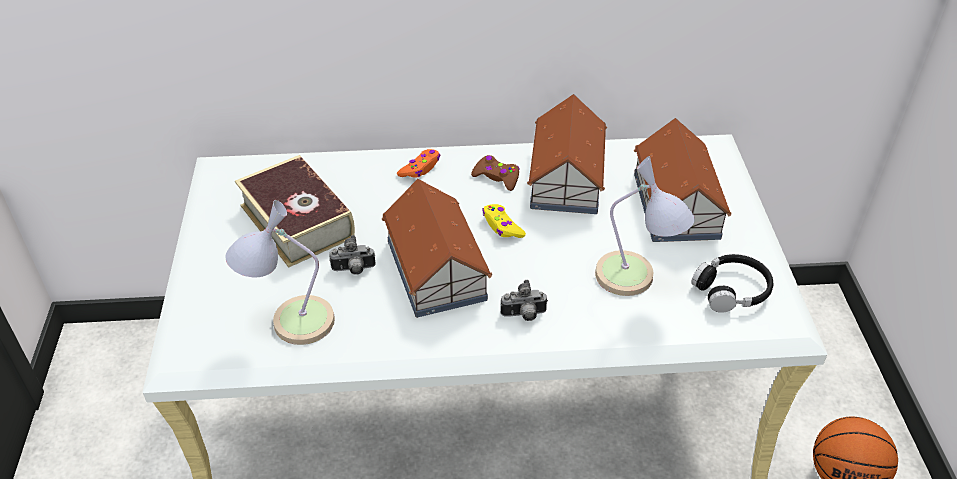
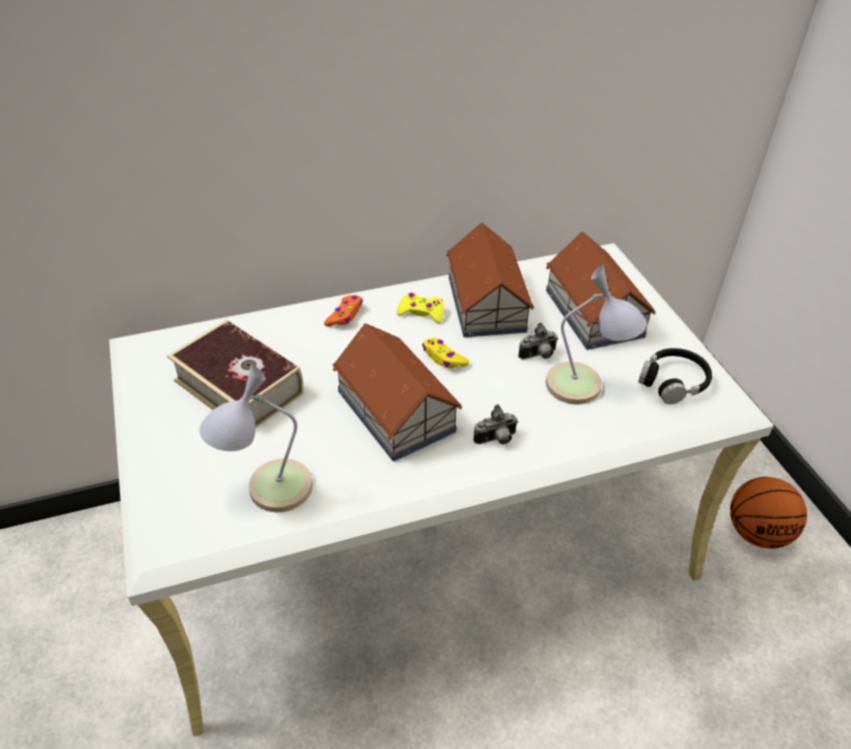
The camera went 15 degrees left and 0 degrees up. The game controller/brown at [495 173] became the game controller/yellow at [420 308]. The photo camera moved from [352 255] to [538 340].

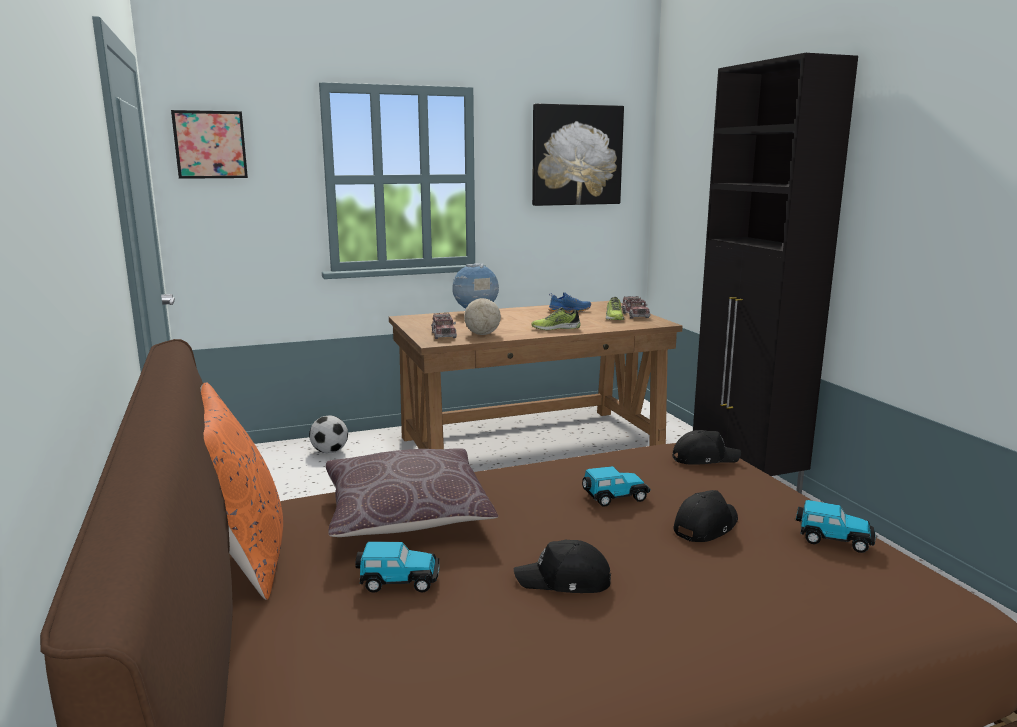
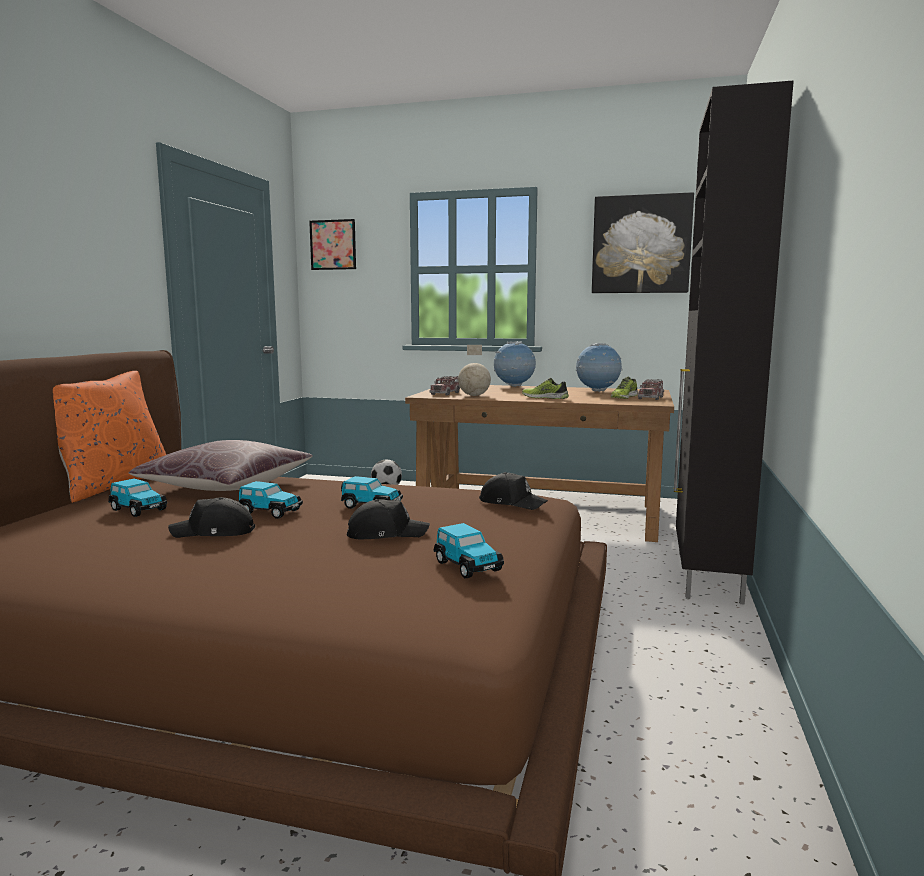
The camera went 35 degrees right and 5 degrees down. The cap/black at [562 566] turned 45 degrees counterclockwise. The toy car at [271 500] appeared. The shoe/blue at [569 302] was replaced by the globe at [599 367].

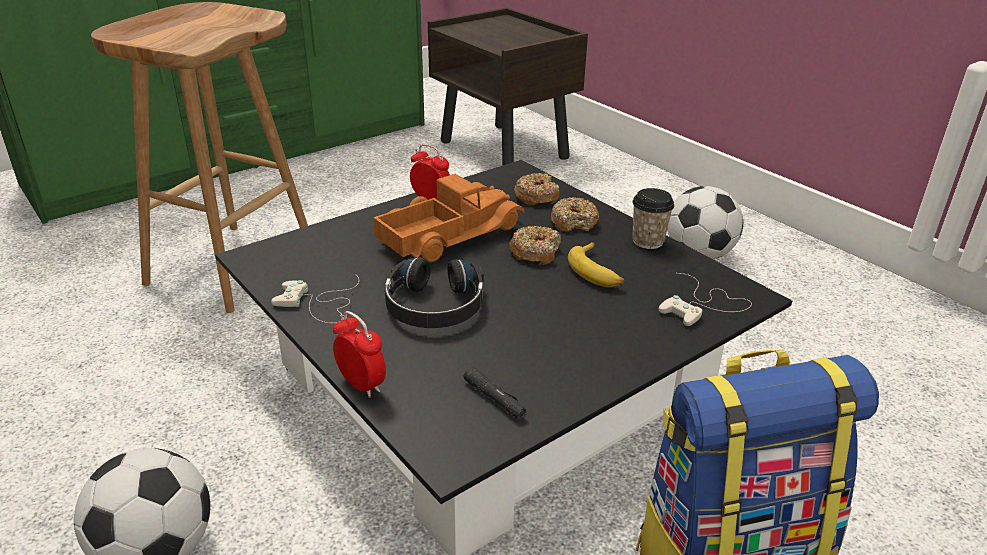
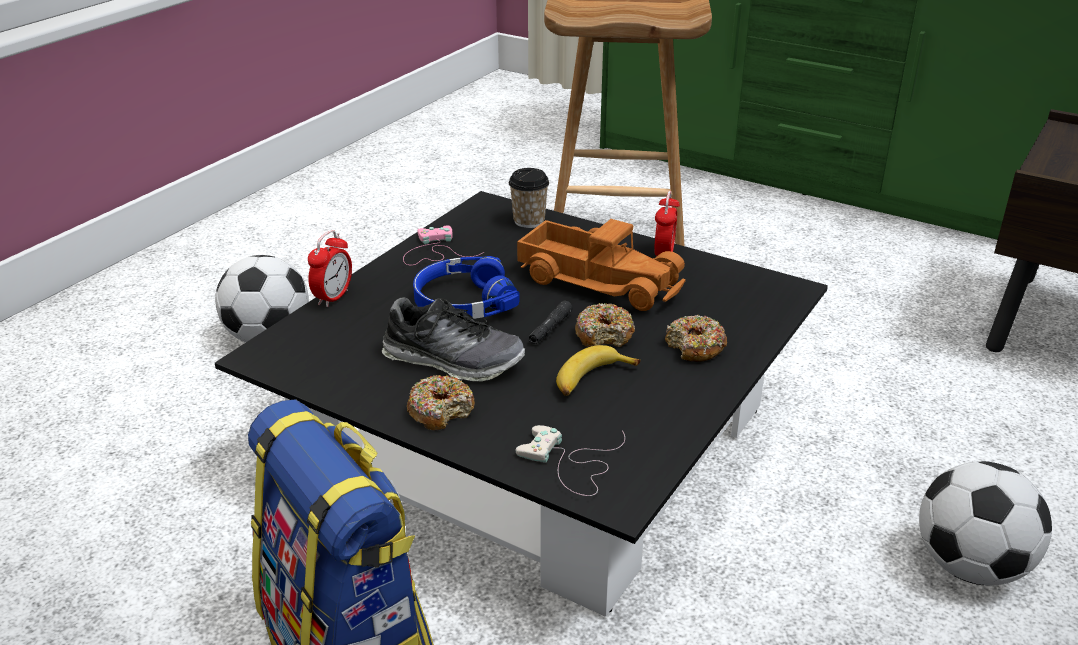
The camera went 70 degrees right and 0 degrees up. The shoe at [453 339] appeared. The game controller/white at [315 299] became the game controller/pink at [443 245]. The donut moved from [536 189] to [441 402]. The headphones/black at [434 293] became the headphones/blue at [466 287]. The cup moved from [653 218] to [529 198]. The flashlight/black moved from [494 393] to [551 322].

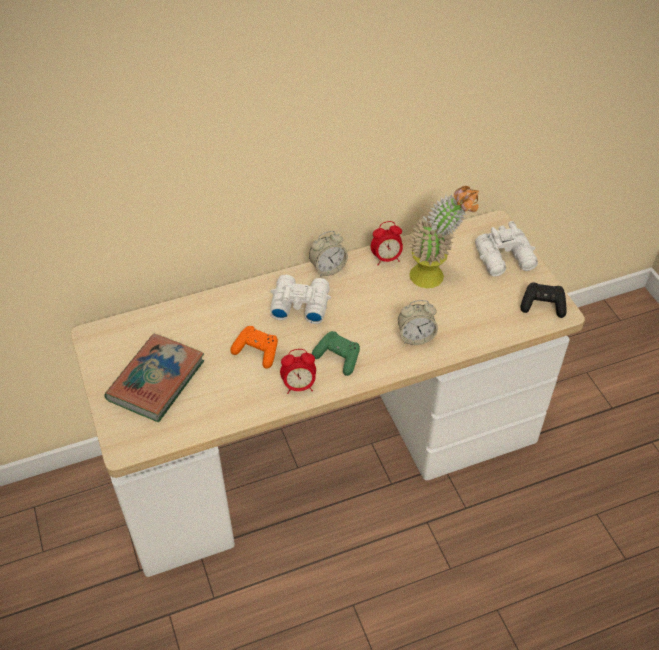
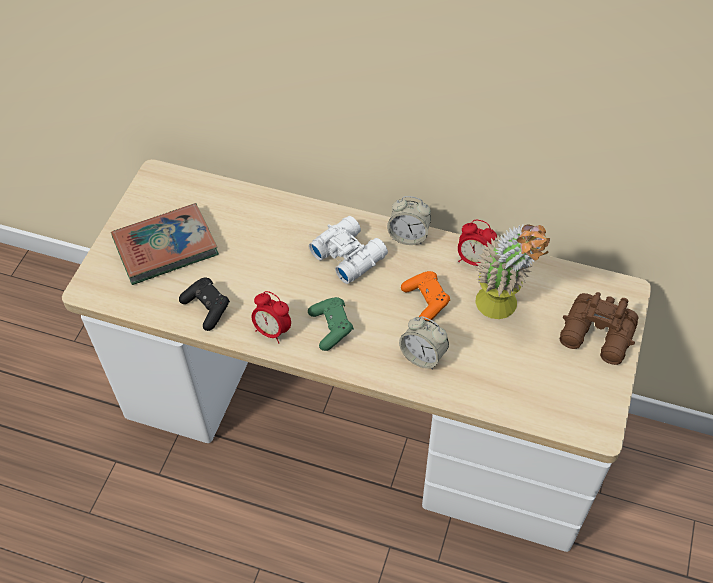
The camera went 40 degrees right and 5 degrees up. The game controller/black moved from [543 300] to [204 304]. The game controller/orange moved from [254 347] to [425 296]. The binoculars/white at [506 249] became the binoculars/brown at [599 328].

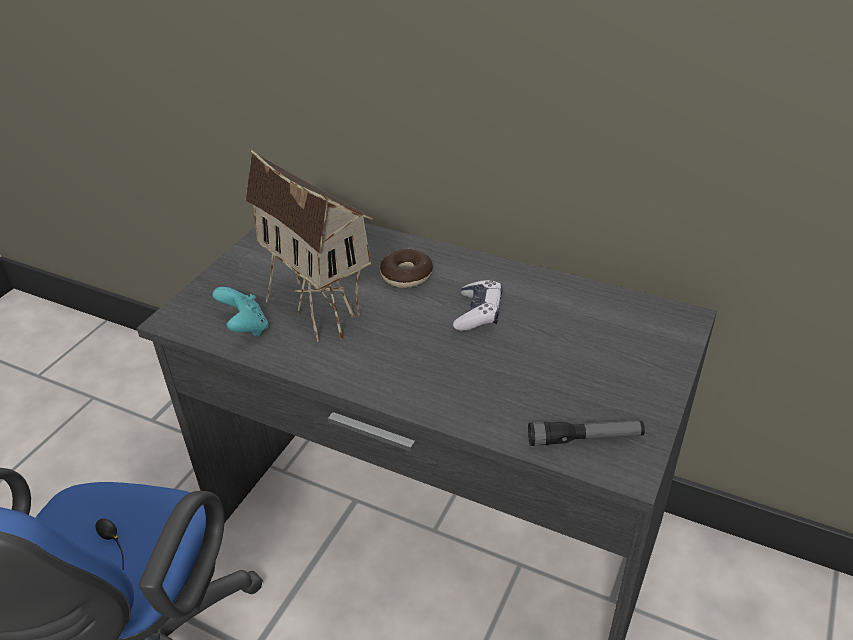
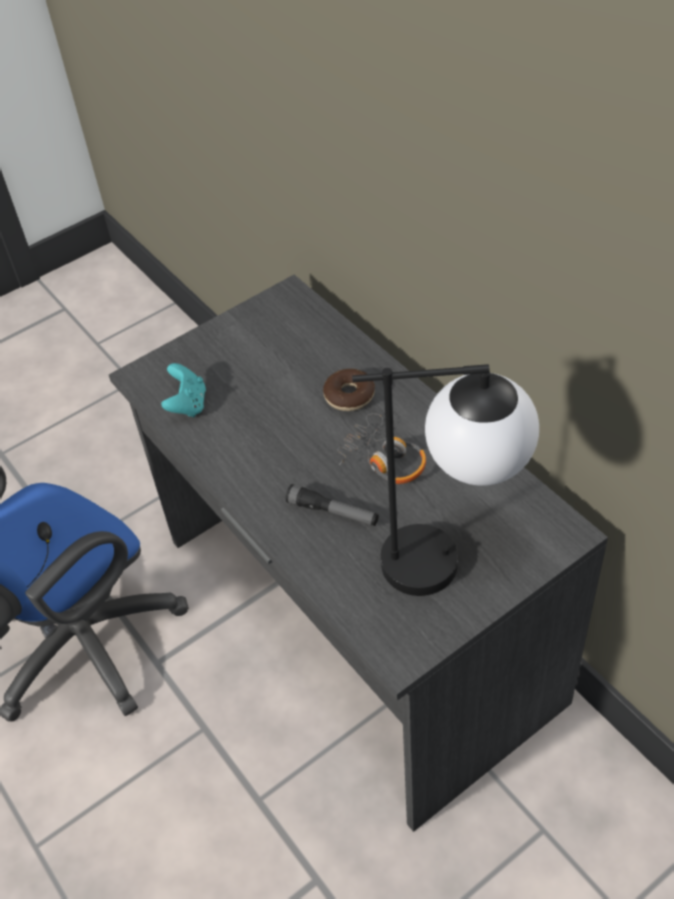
The camera went 30 degrees right and 10 degrees up. The flashlight moved from [586 433] to [332 505]. The game controller at [477 305] was replaced by the headphones at [382 448]. The table lamp at [445 480] appeared. The toy house at [309 245] disappeared.

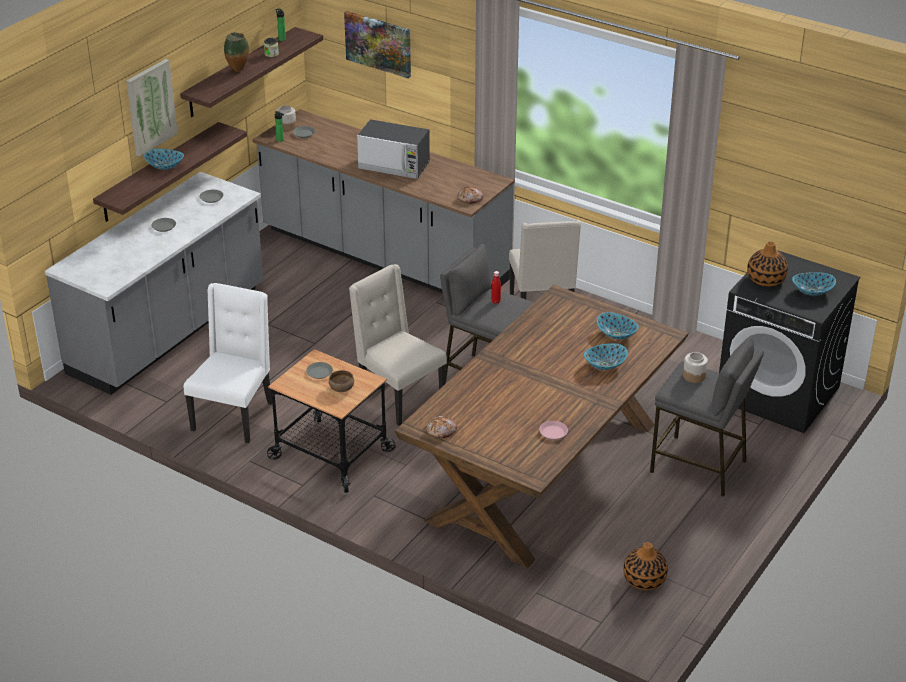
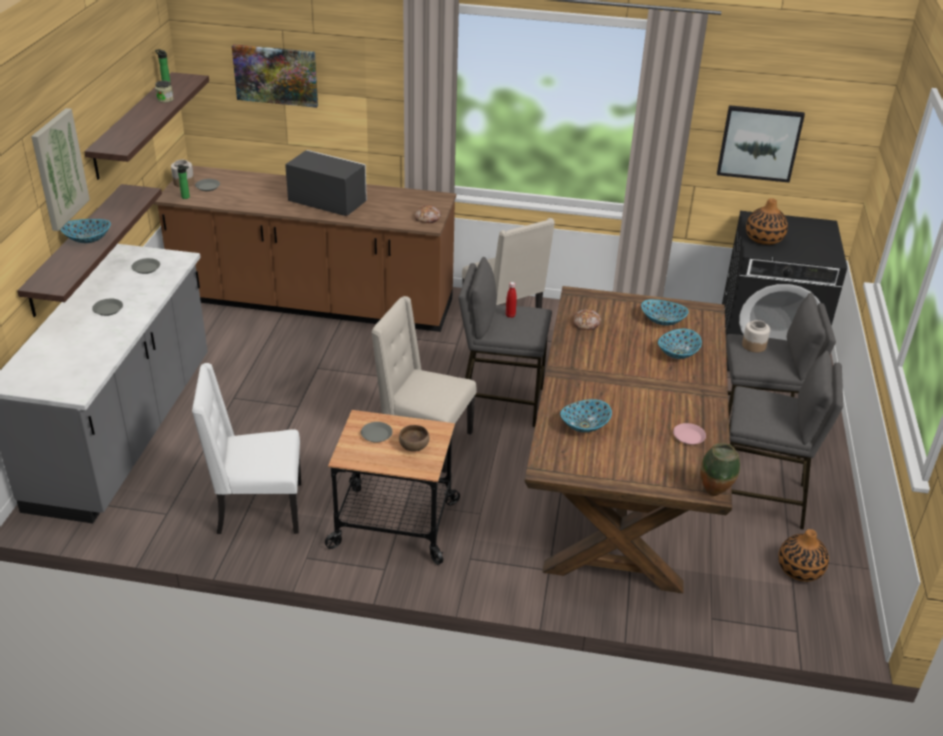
The camera went 25 degrees left and 0 degrees up. The counter/grey at [383 201] became the counter/brown at [305 249]. The chair/white at [228 363] turned 90 degrees counterclockwise. The microwave at [393 149] turned 150 degrees counterclockwise. The bowl moved from [814 284] to [586 415]. The bread moved from [441 427] to [587 319]. The vase moved from [236 52] to [720 469]. The picture at [761 144] appeared. The stool/grey at [786 440] appeared.

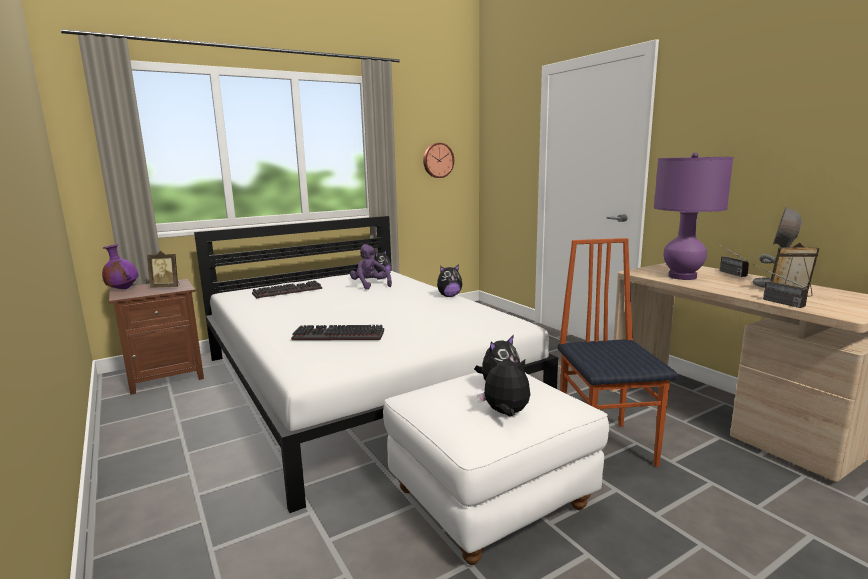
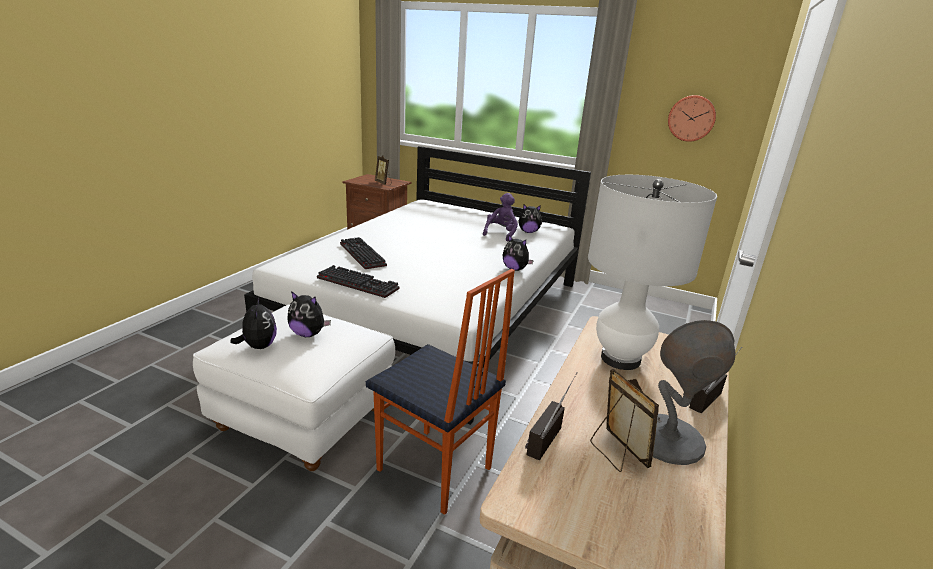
The camera went 55 degrees right and 10 degrees up. The keyboard moved from [287 290] to [358 281]. The chair at [618 352] turned 75 degrees clockwise. The table lamp/purple at [693 216] became the table lamp/white at [652 272]. The vase/purple at [120 266] disappeared.

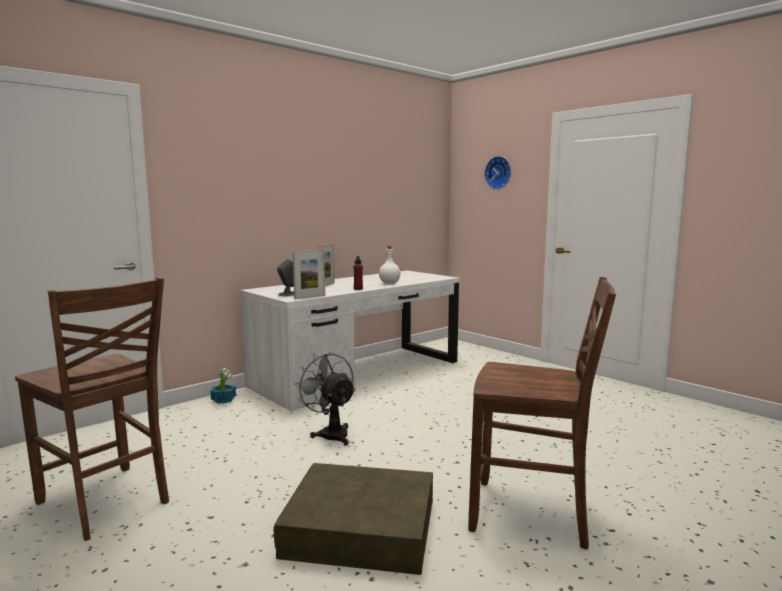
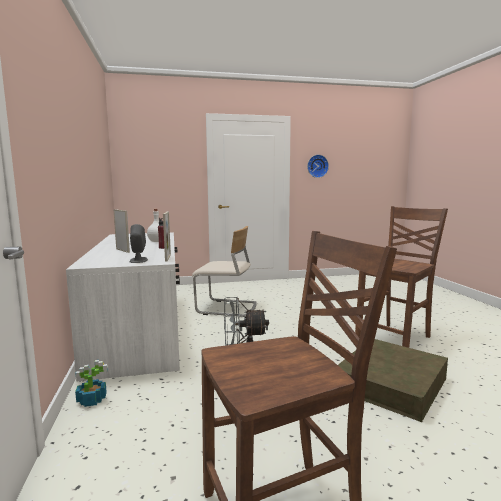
The camera went 60 degrees left and 0 degrees up. The chair/beige at [224 272] appeared. The wall clock moved from [497 173] to [318 166].

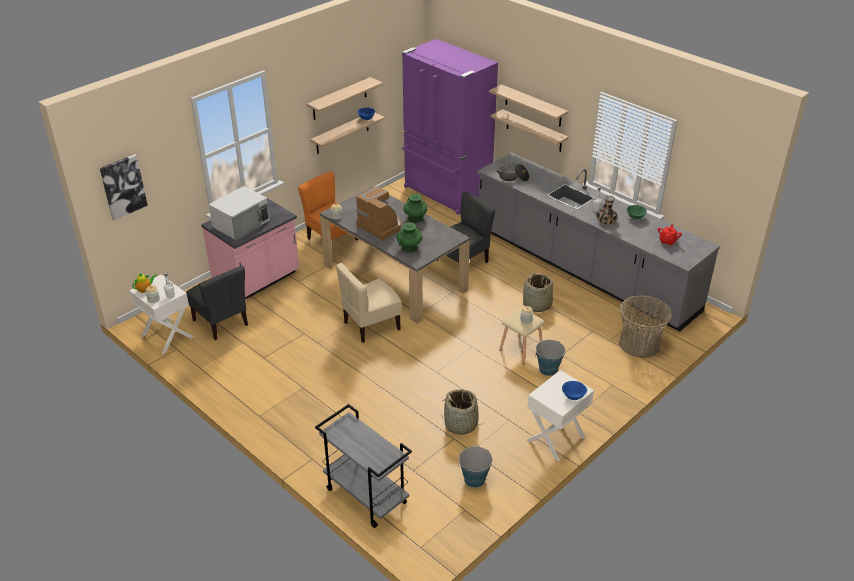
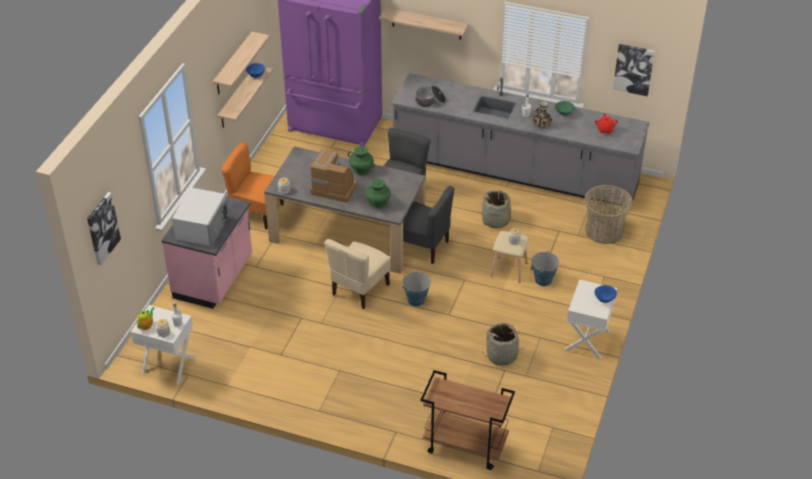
The camera went 25 degrees left and 5 degrees up. The bucket moved from [475 467] to [416 289]. The chair/grey moved from [217 303] to [428 225]. The cart/grey at [363 466] became the cart/brown at [468 420]. The picture at [634 70] appeared. The shelf at [530 130] disappeared.

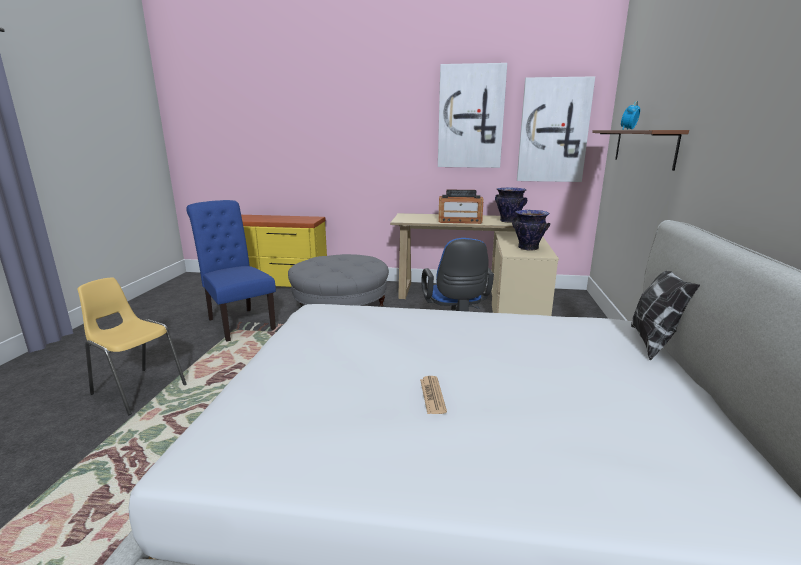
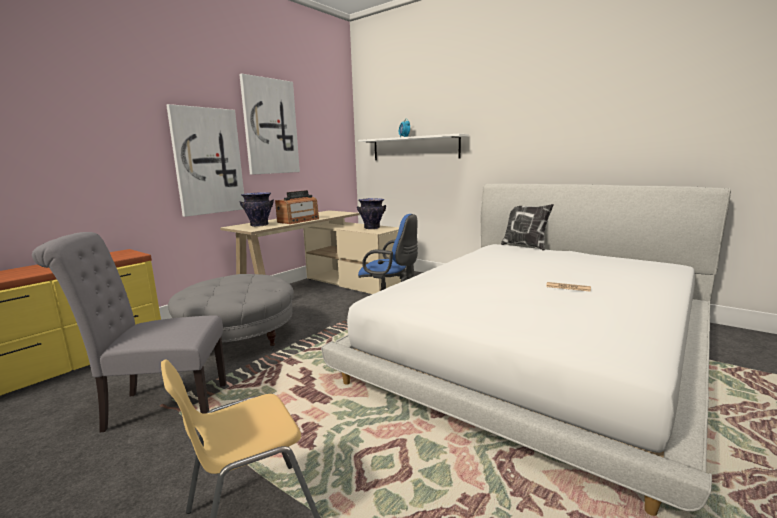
The camera went 60 degrees left and 5 degrees down. The chair/blue at [231 271] became the chair/grey at [129 332]. The picture moved from [556 129] to [205 160]. The vase moved from [511 205] to [257 209]. The shelf/brown at [640 150] became the shelf/white at [413 147].

